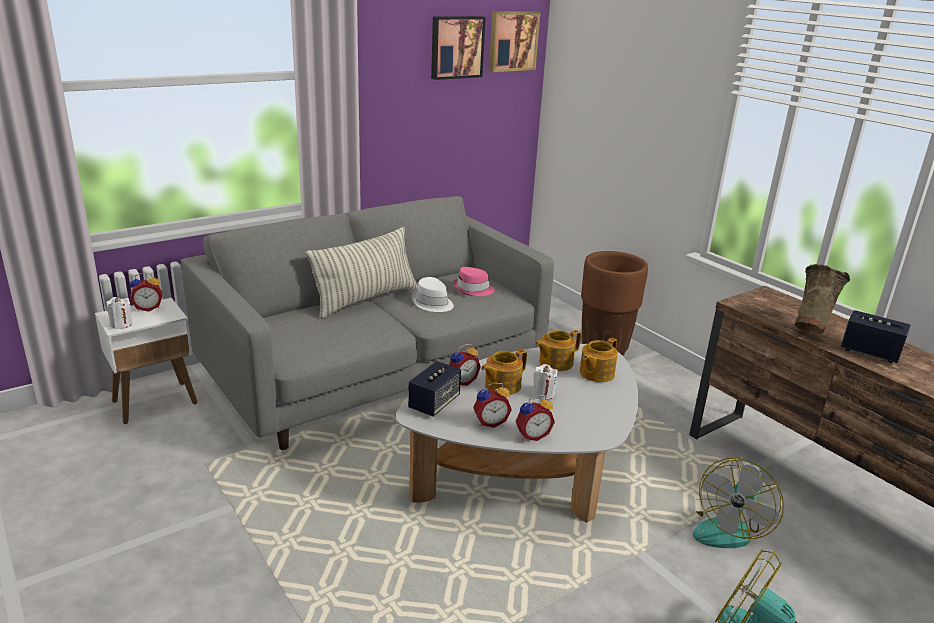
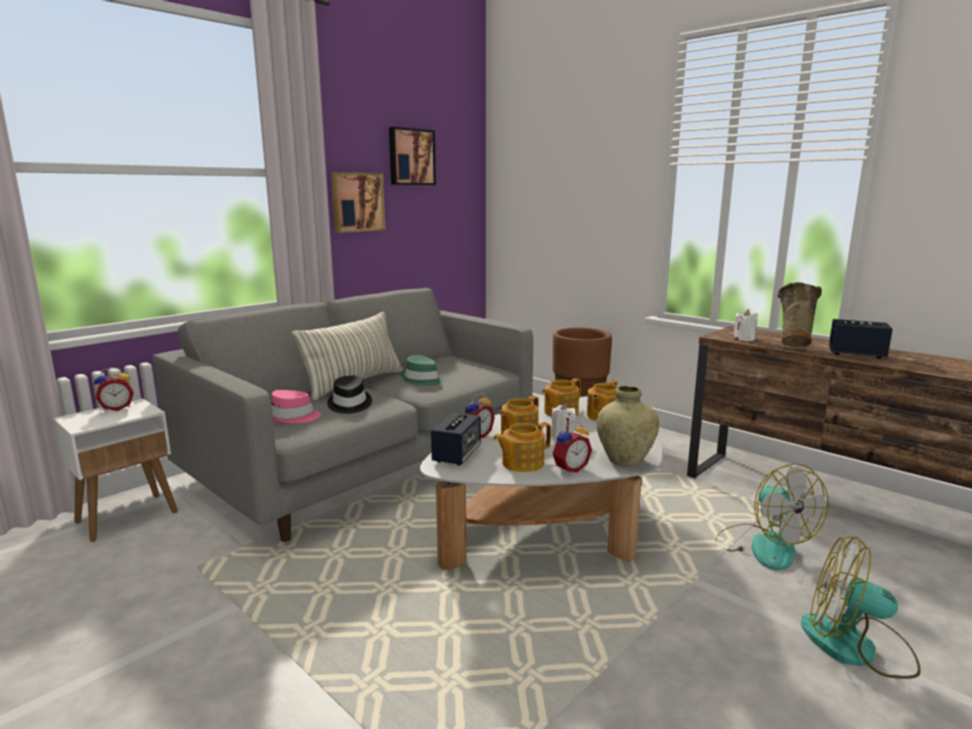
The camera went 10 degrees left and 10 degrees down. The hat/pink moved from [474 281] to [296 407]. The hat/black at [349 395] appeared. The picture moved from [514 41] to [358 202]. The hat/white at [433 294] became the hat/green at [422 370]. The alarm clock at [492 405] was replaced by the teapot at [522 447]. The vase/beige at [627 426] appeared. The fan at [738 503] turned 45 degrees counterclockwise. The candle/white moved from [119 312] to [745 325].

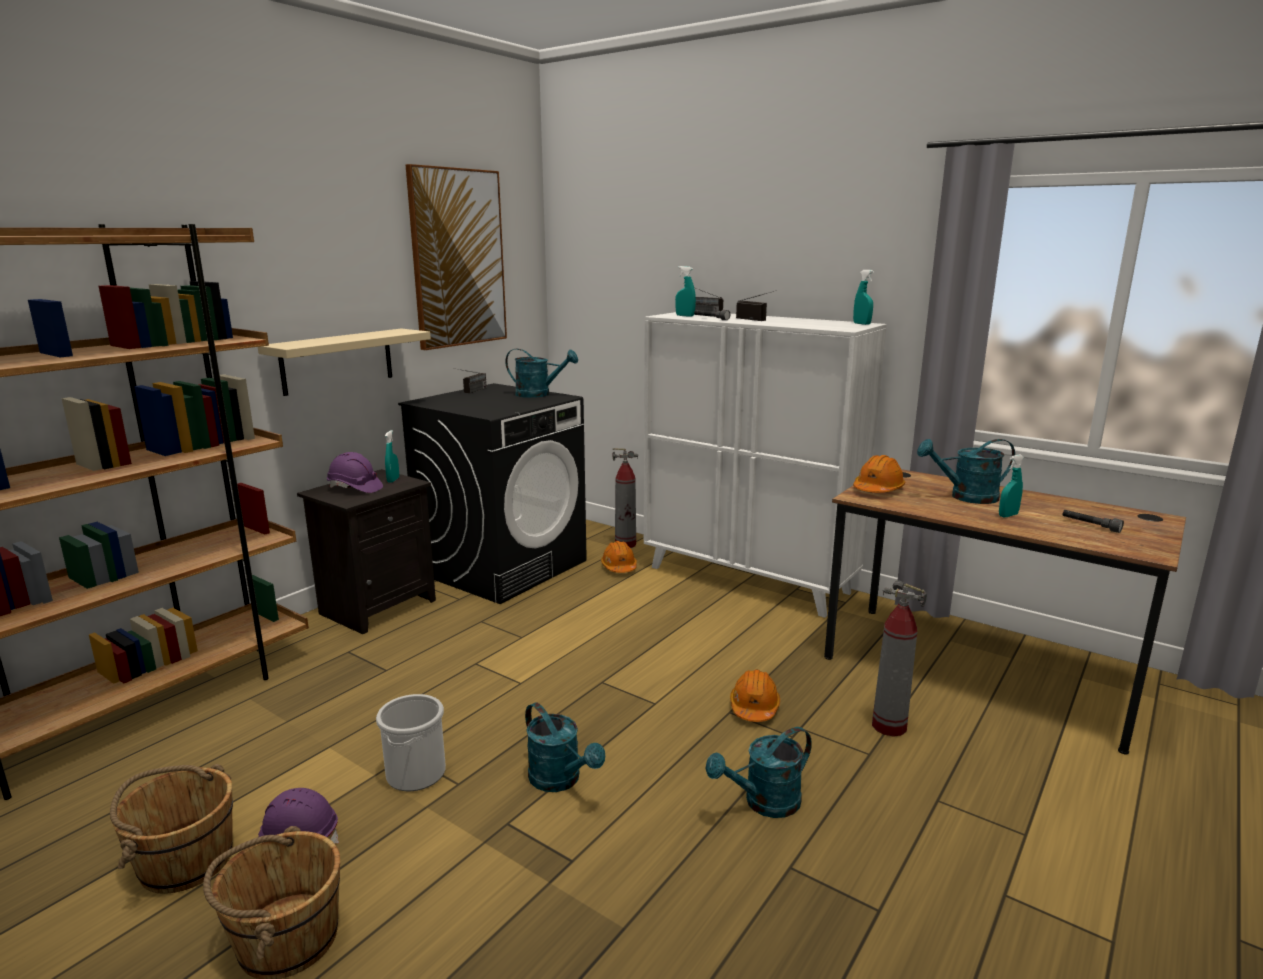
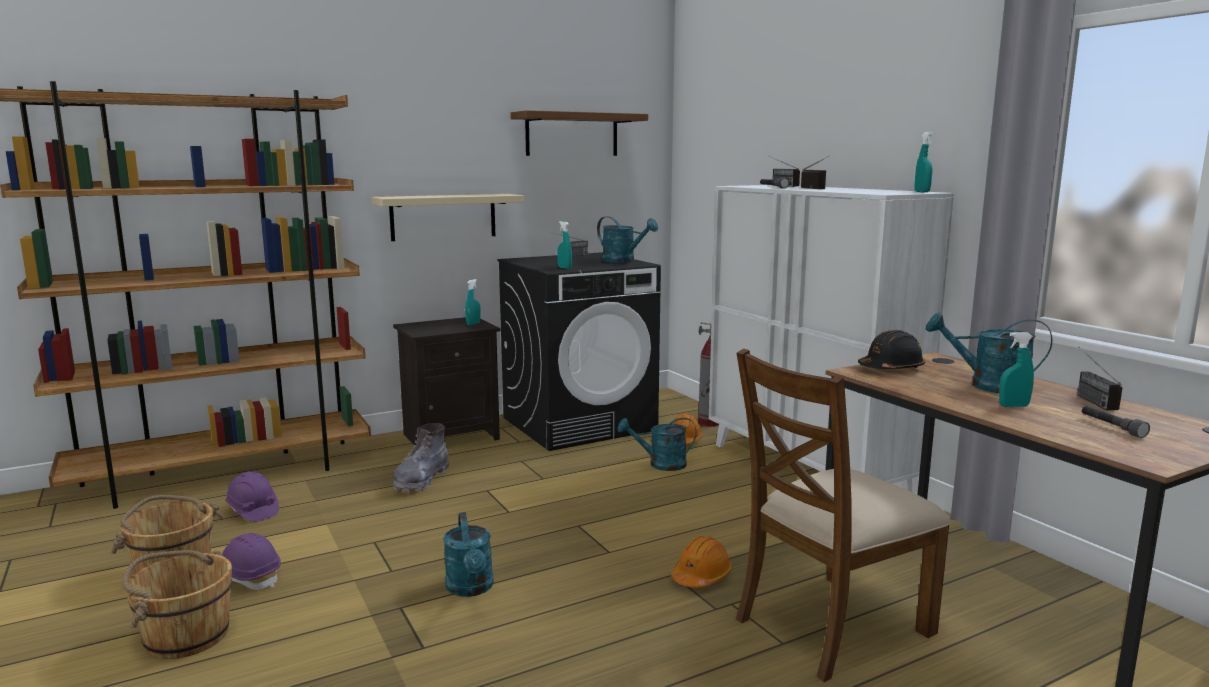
The camera went 25 degrees right and 5 degrees down. The hard hat/purple moved from [355 472] to [252 497]. The boot/grey at [421 458] appeared. The picture at [456 257] was replaced by the shelf/brown at [579 133]. The spray bottle/turquoise moved from [685 291] to [564 245]. The watering can/turquoise moved from [758 772] to [657 444]. The fire extinguisher at [899 659] was replaced by the chair/brown at [843 515]. The hard hat/orange at [879 474] became the hard hat/black at [891 349]. The radio at [1100 378] appeared. The bucket at [411 742] disappeared.

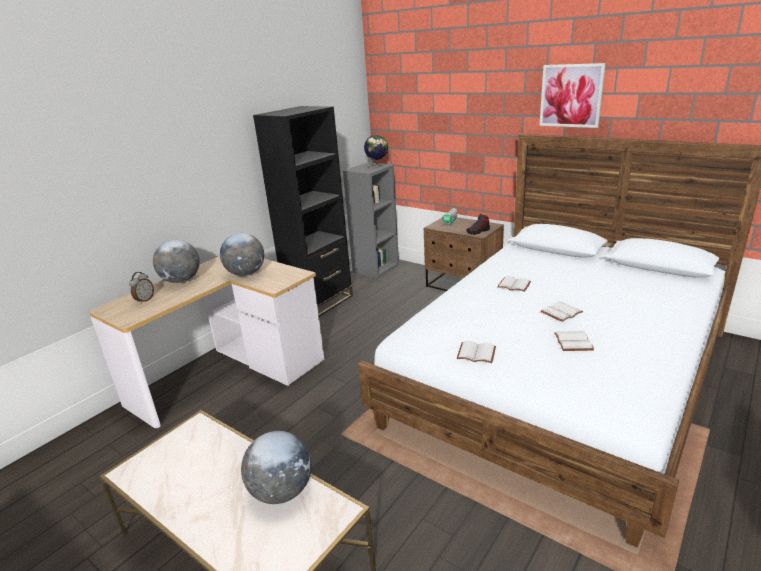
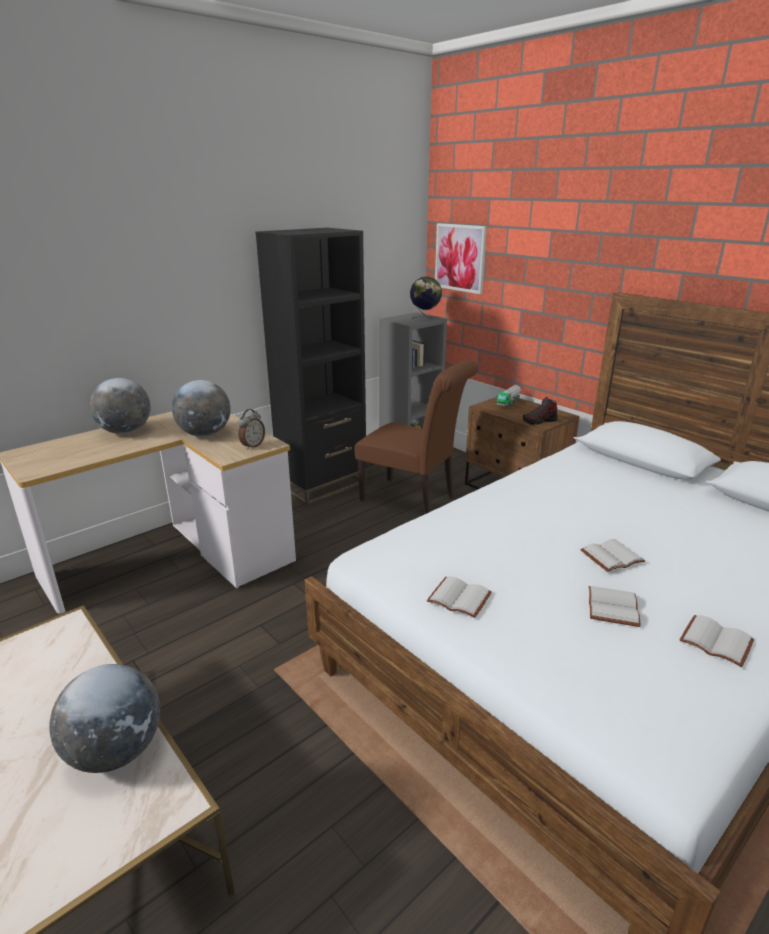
The camera went 10 degrees right and 0 degrees up. The alarm clock moved from [141 288] to [251 429]. The chair/brown at [416 437] appeared. The picture moved from [573 95] to [461 258]. The book/white moved from [514 284] to [717 641].

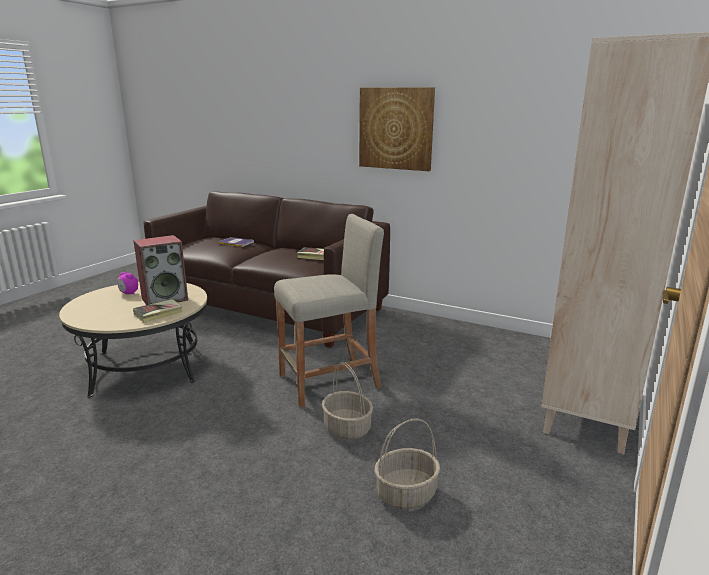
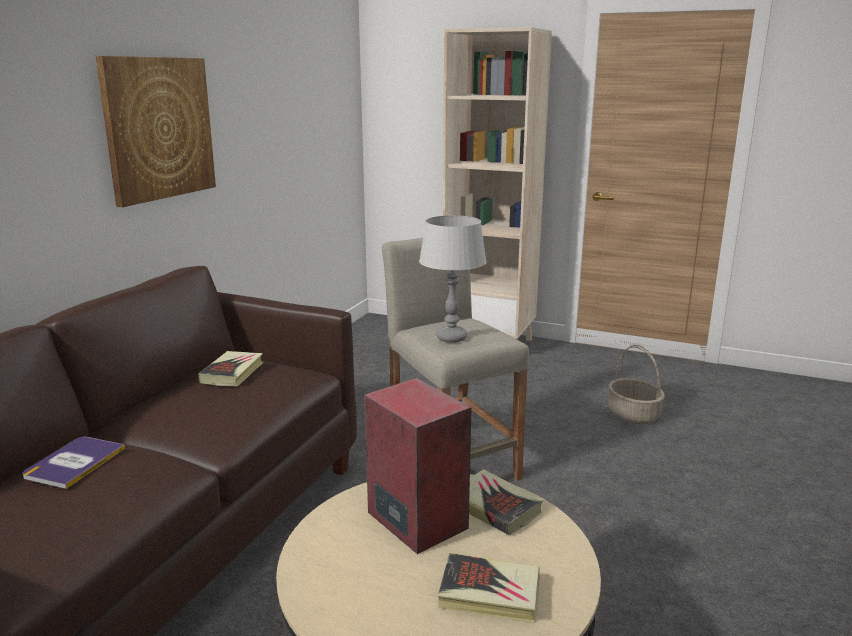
The camera went 95 degrees left and 0 degrees up. The table lamp/grey at [453 279] appeared. The book at [489 588] appeared. The alarm clock at [127 283] disappeared. The basket at [347 401] disappeared.

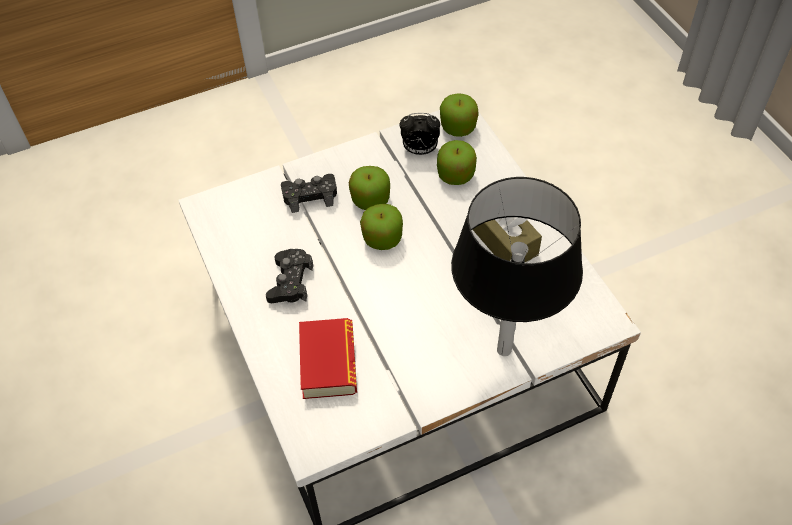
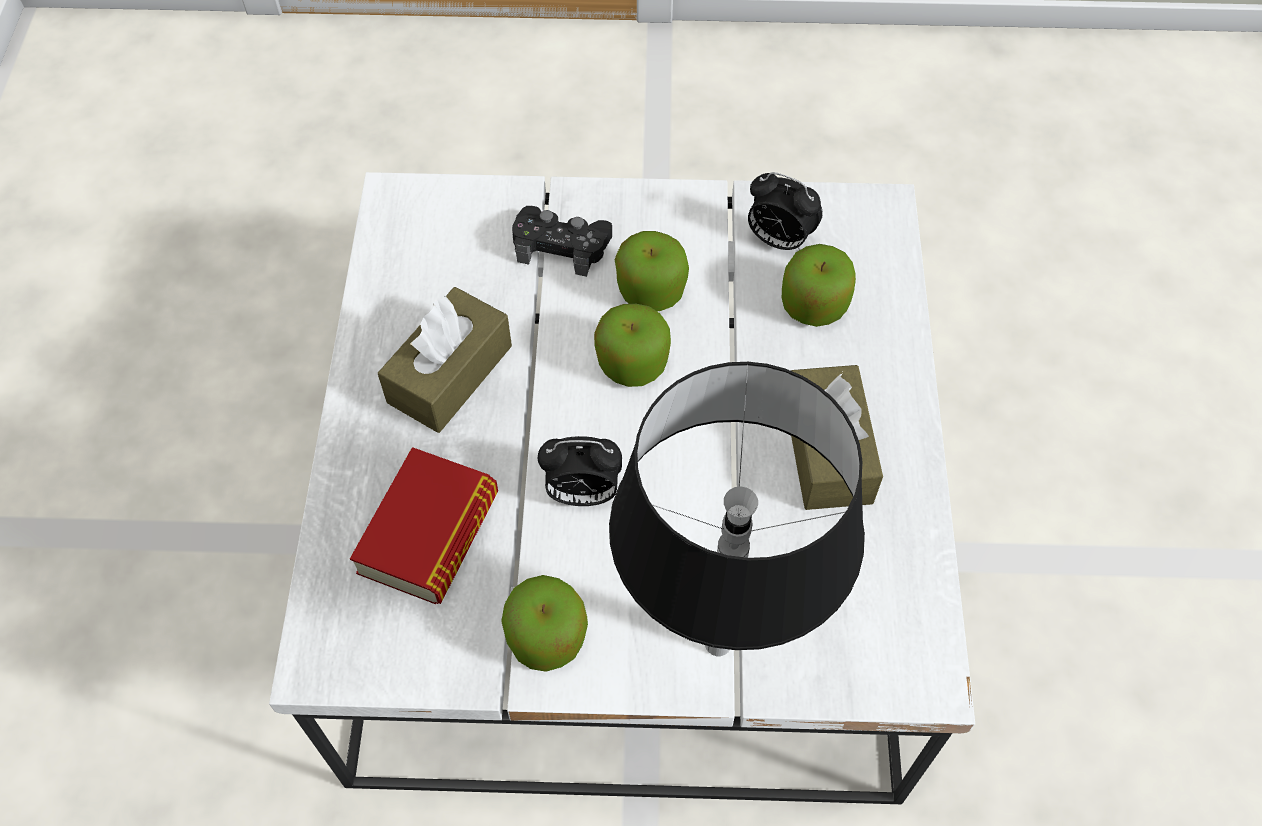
The camera went 25 degrees right and 5 degrees up. The game controller/black at [289 276] was replaced by the tissue box/brown at [445 360]. The apple moved from [459 115] to [544 623]. The alarm clock at [580 471] appeared.

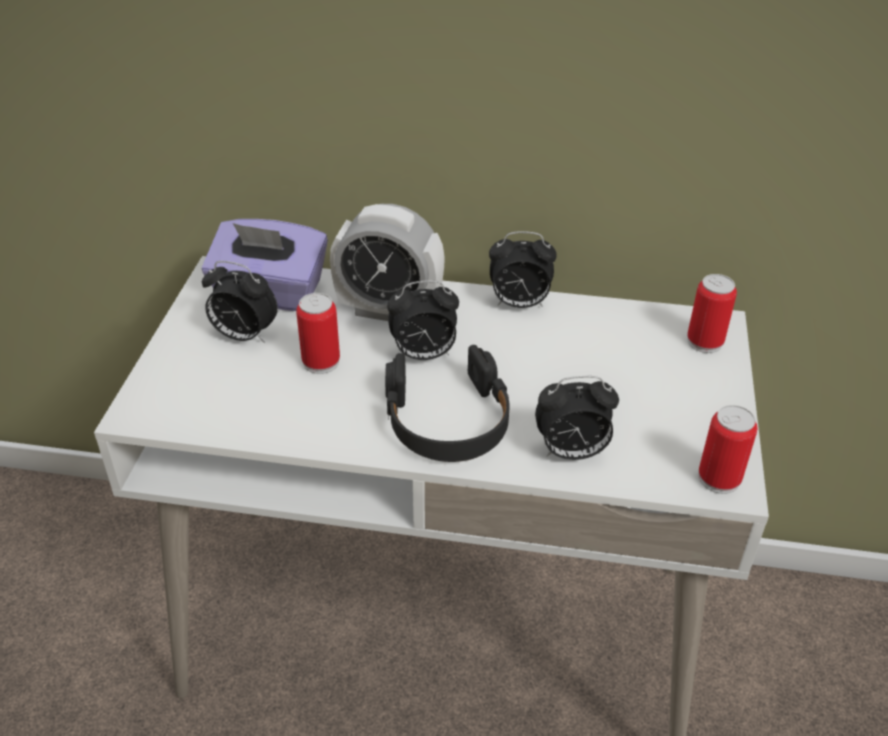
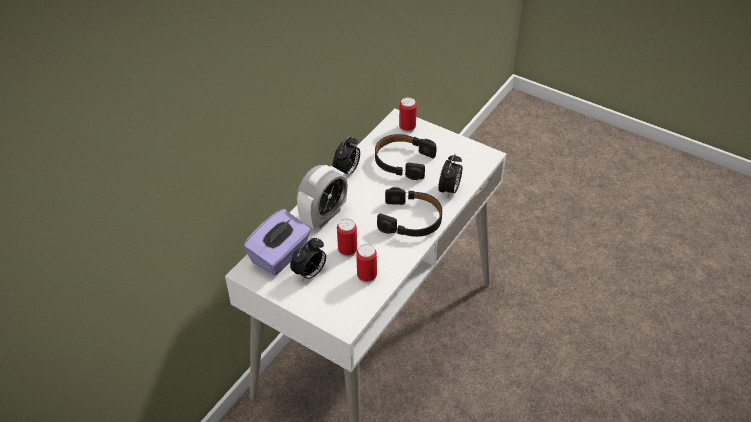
The camera went 65 degrees left and 5 degrees up. The can moved from [728 449] to [366 263]. The headphones/black at [406 157] appeared. The alarm clock at [423 320] disappeared.

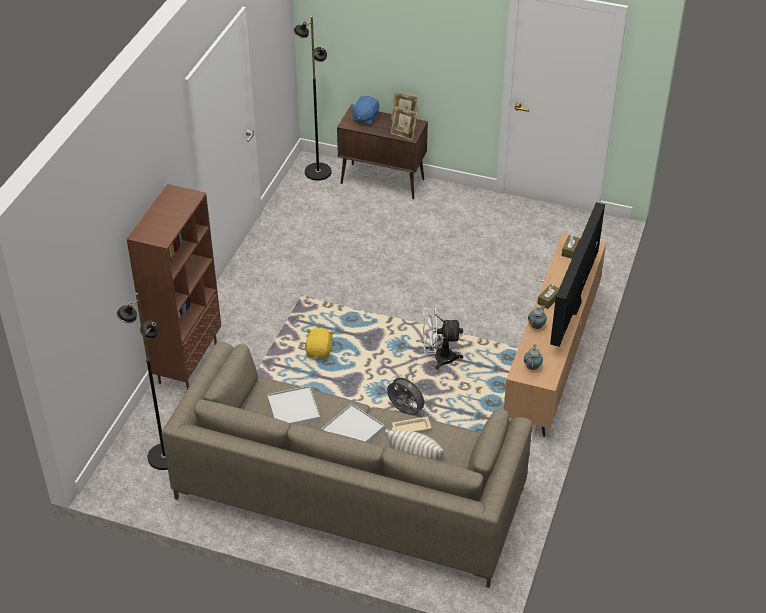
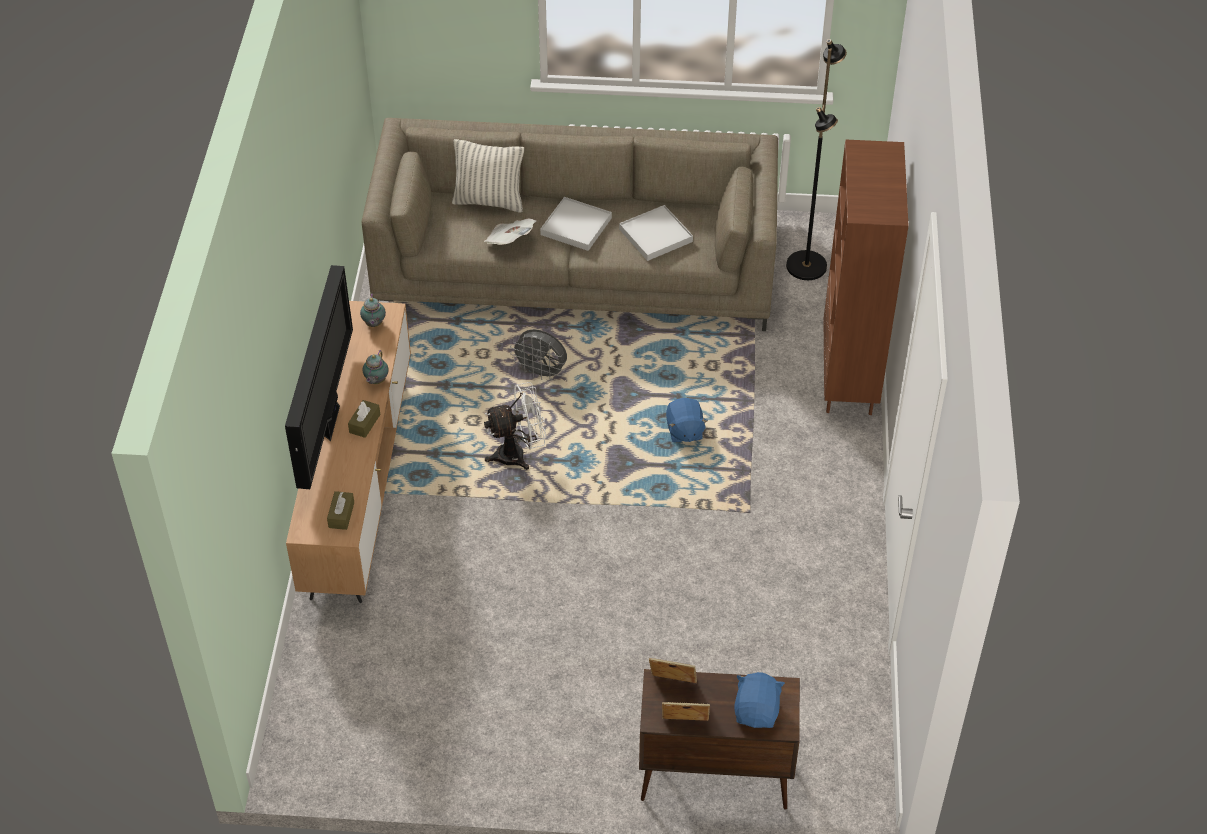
The camera went 165 degrees right and 5 degrees up. The tray/beige at [411 424] was replaced by the newspaper at [510 231]. The plush toy/yellow at [319 343] became the plush toy/blue at [687 420]. The floor lamp/black at [313 98] disappeared.

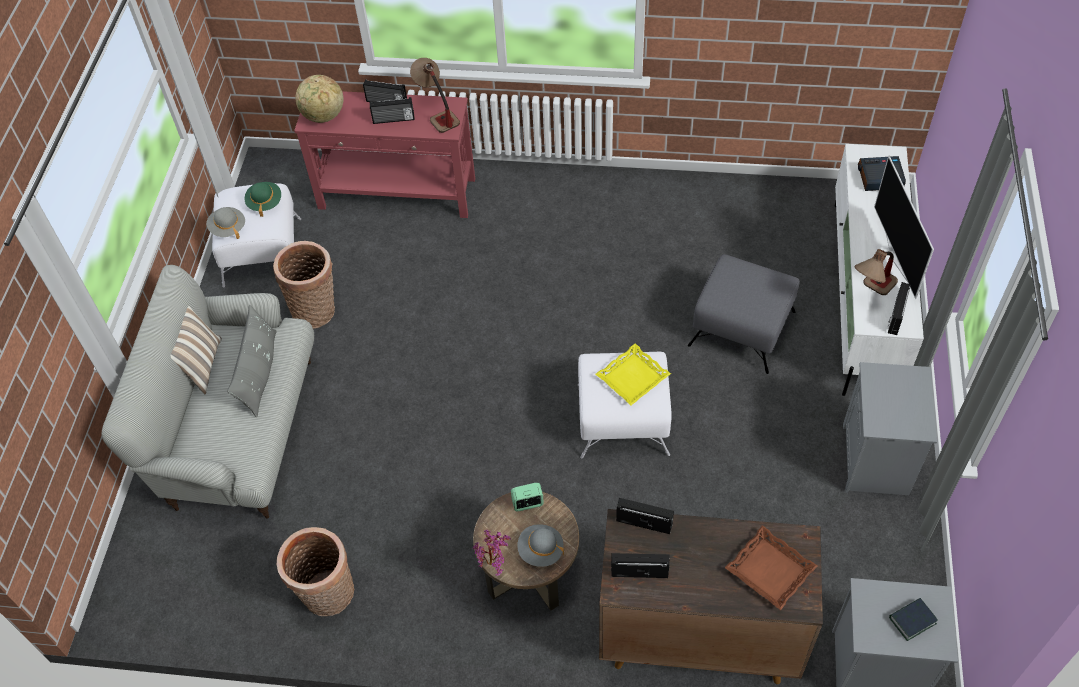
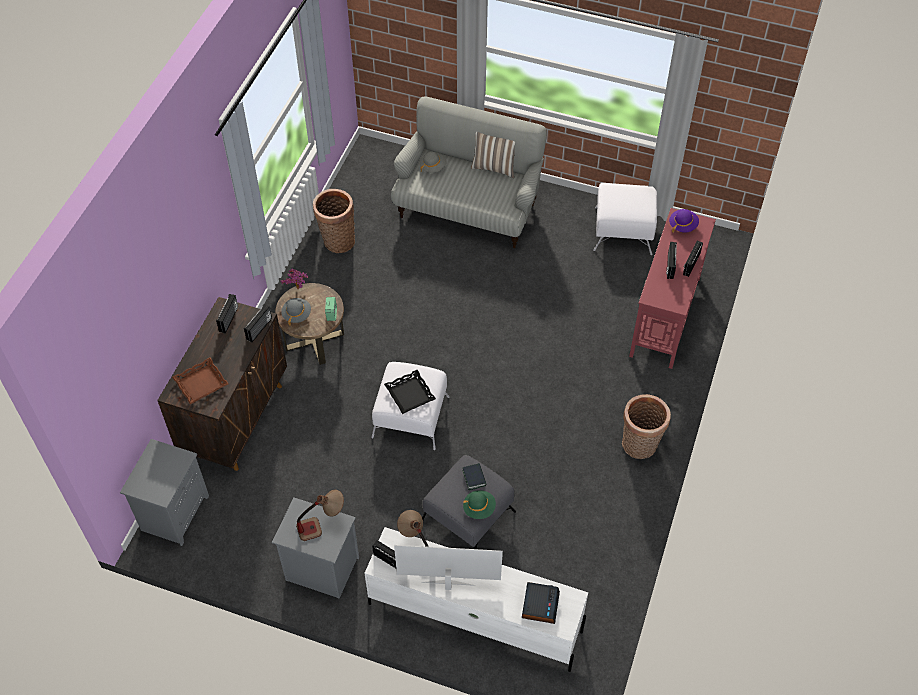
The camera went 100 degrees right and 0 degrees up. The table lamp moved from [435 95] to [320 515]. The tray/yellow at [633 374] became the tray/black at [410 392]. The hat/grey moved from [225 223] to [432 162]. The book moved from [913 619] to [474 476]. The hat/green moved from [263 199] to [479 504]. The basket moved from [304 285] to [646 426]. The globe at [319 99] was replaced by the hat/purple at [684 221]. The pillow/grey at [252 361] disappeared.

